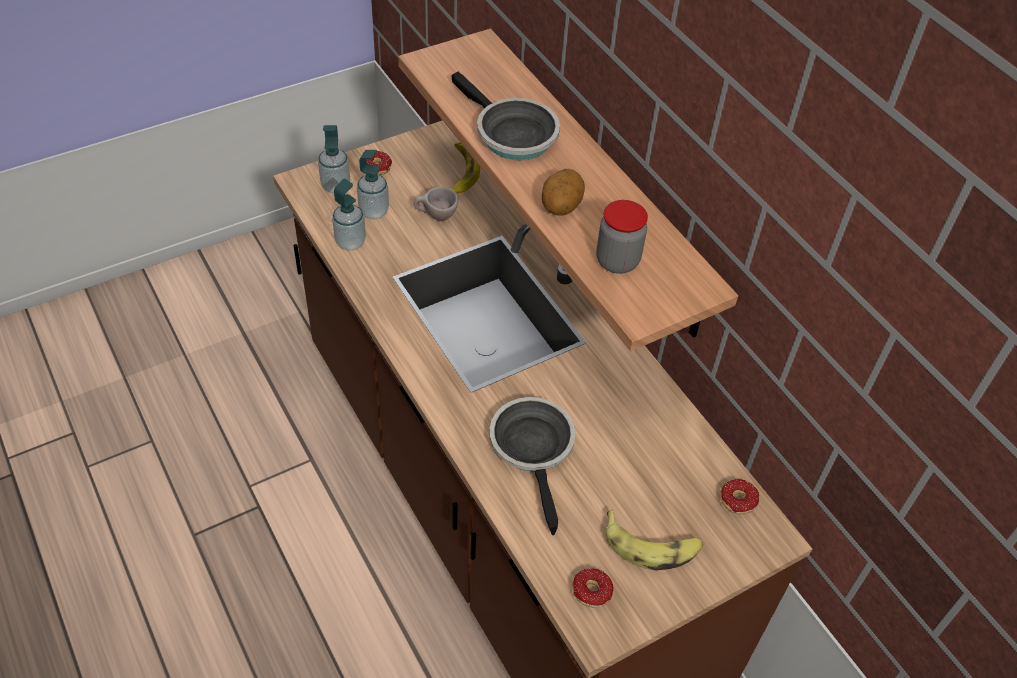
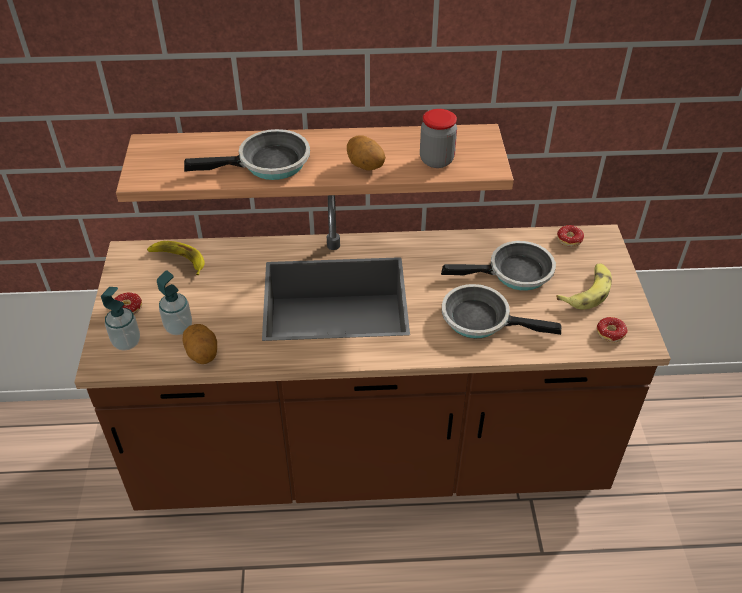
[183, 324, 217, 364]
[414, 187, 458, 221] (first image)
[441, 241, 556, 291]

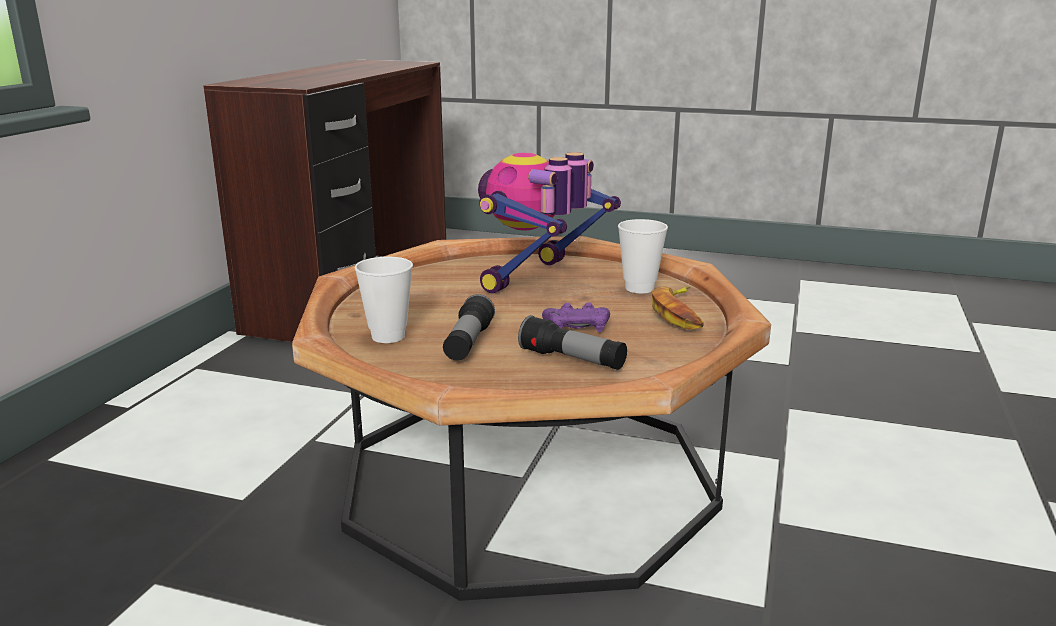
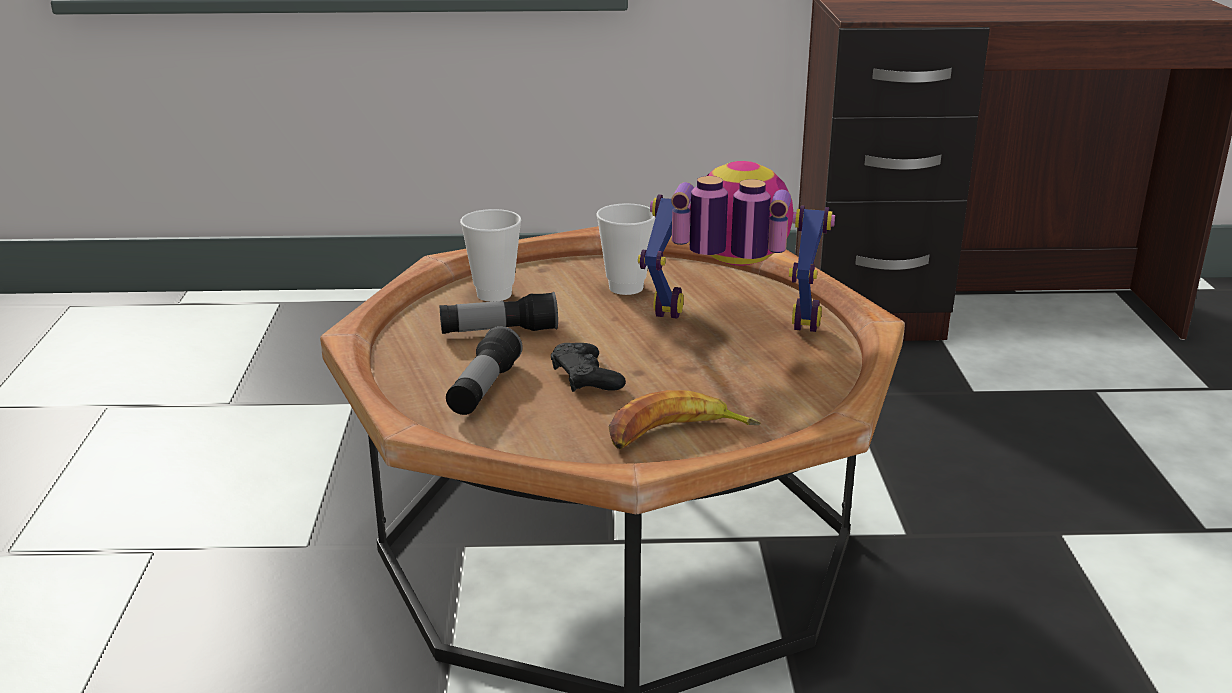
[551, 343, 626, 392]
[596, 203, 655, 295]

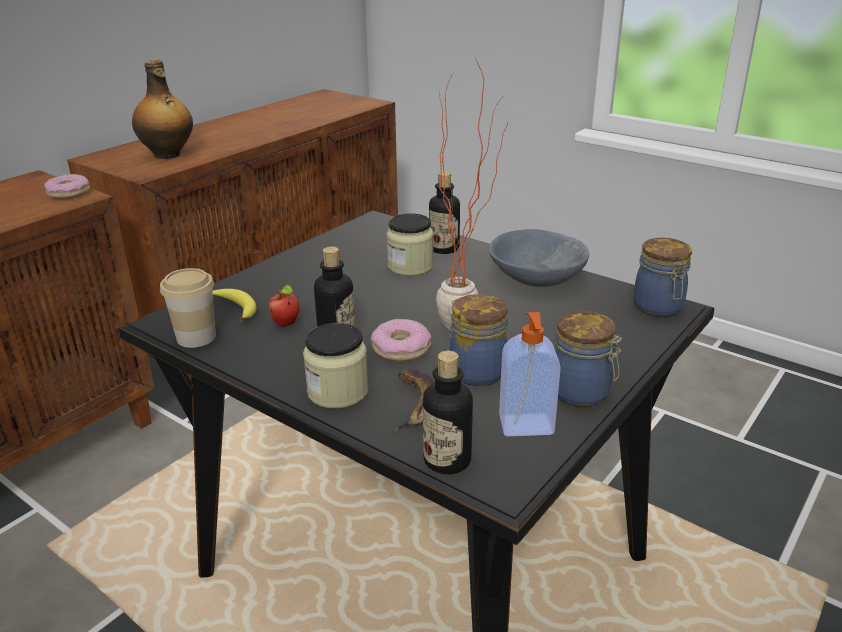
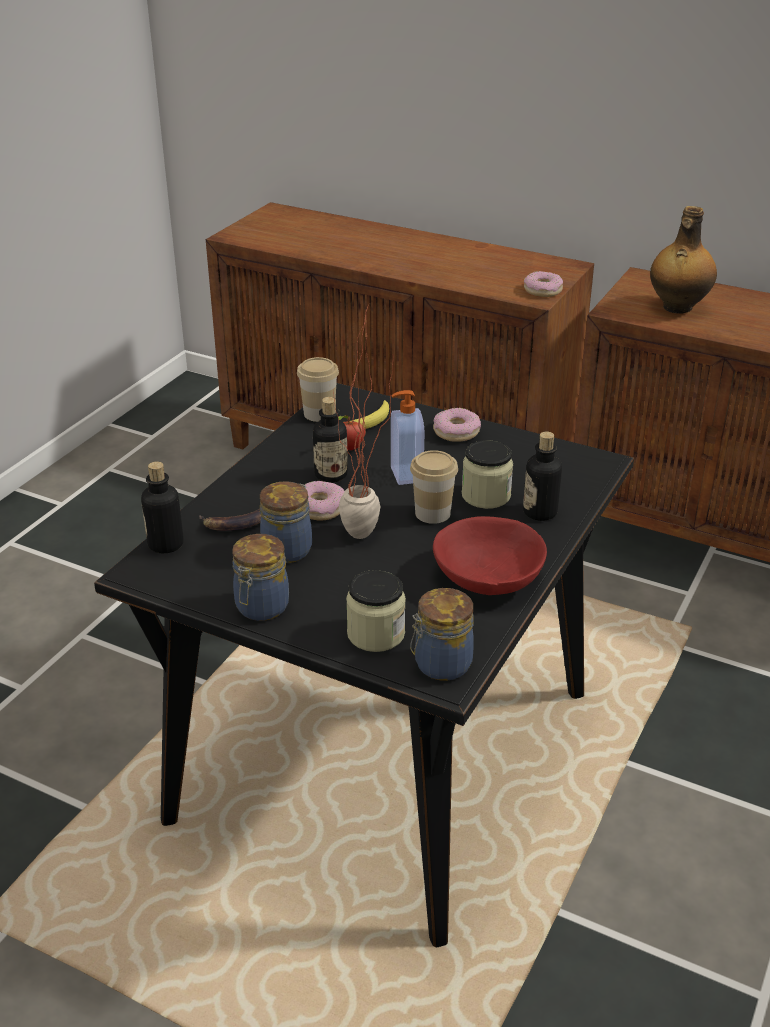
[346, 570, 406, 652]
[433, 516, 547, 595]
[391, 390, 424, 485]
[410, 450, 458, 524]
[433, 408, 481, 442]

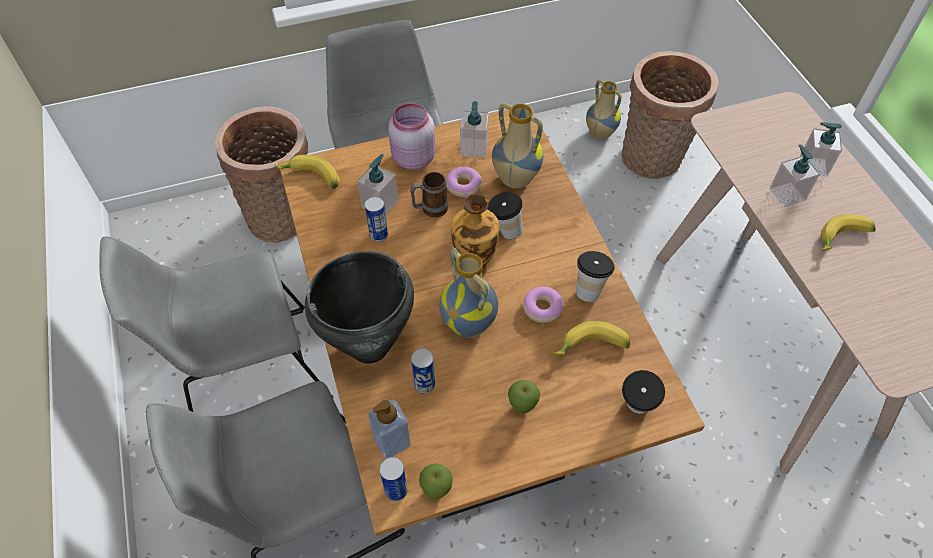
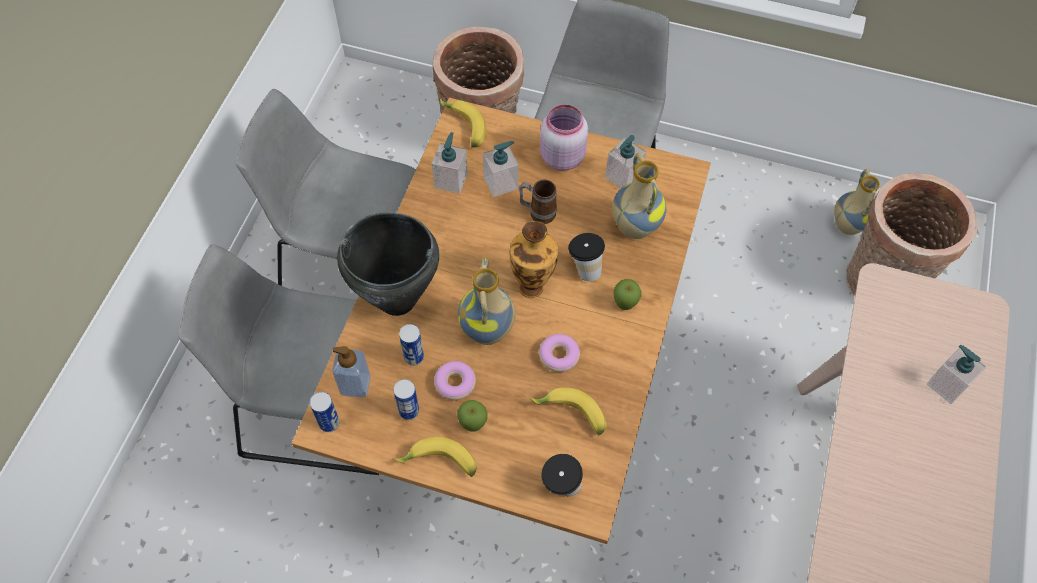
[393, 379, 419, 420]
[614, 279, 641, 310]
[434, 361, 476, 400]
[576, 251, 615, 302] (first image)
[432, 132, 468, 194]
[393, 437, 477, 477]

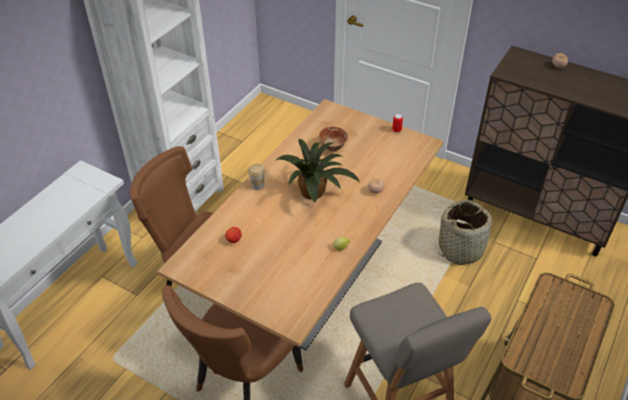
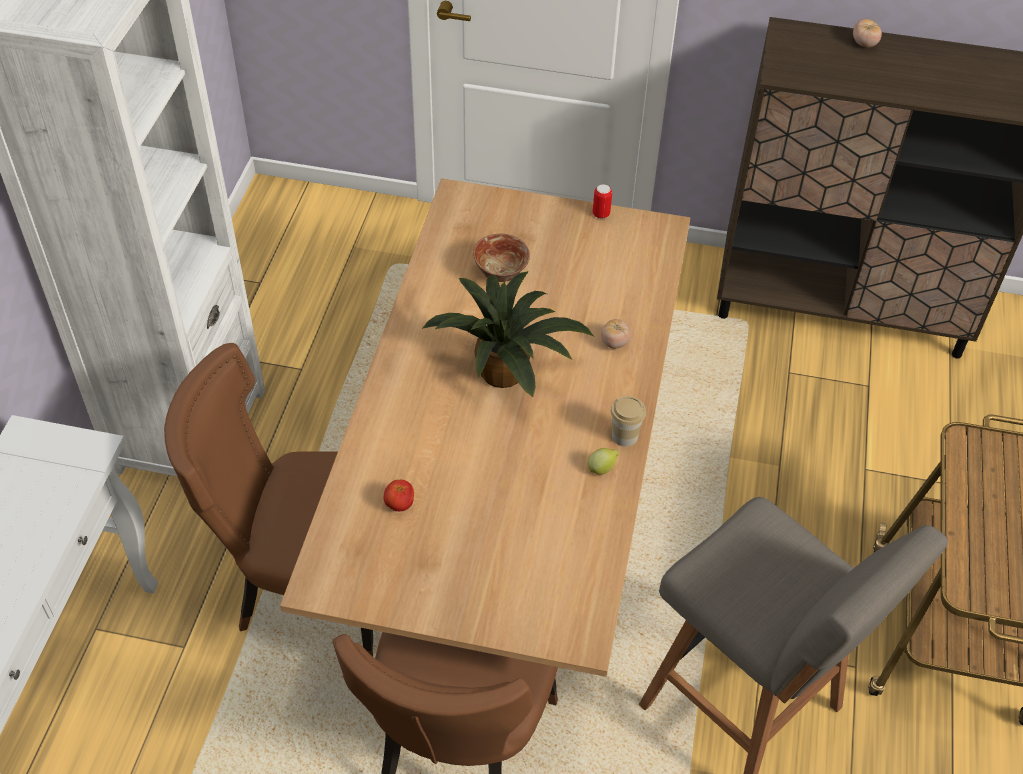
[611, 396, 646, 447]
[438, 200, 494, 265] (first image)

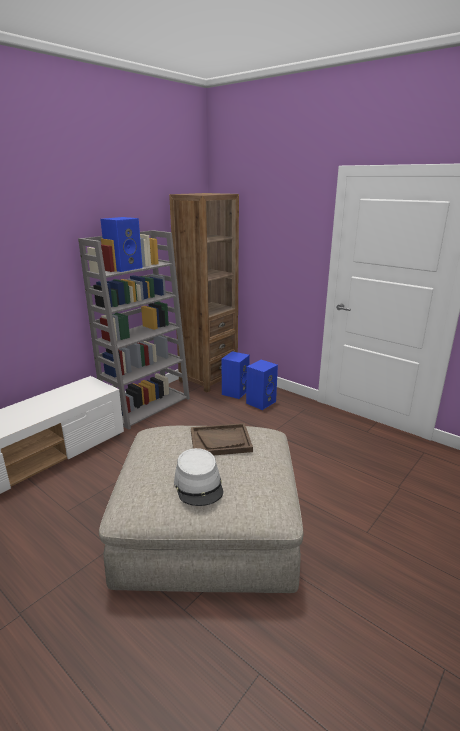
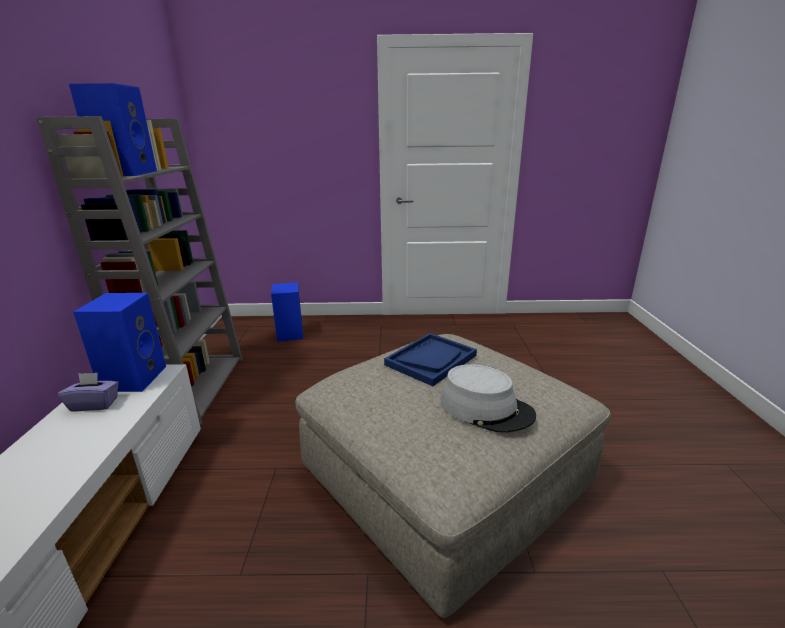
[169, 193, 239, 392] (first image)
[384, 333, 477, 386]
[73, 293, 166, 392]
[58, 373, 119, 412]

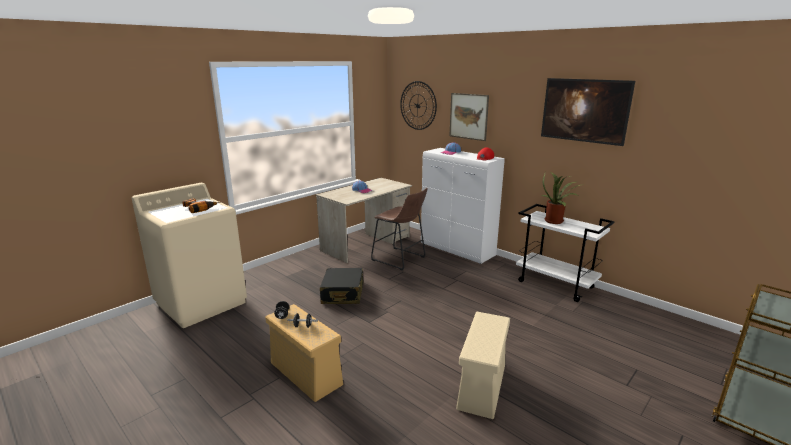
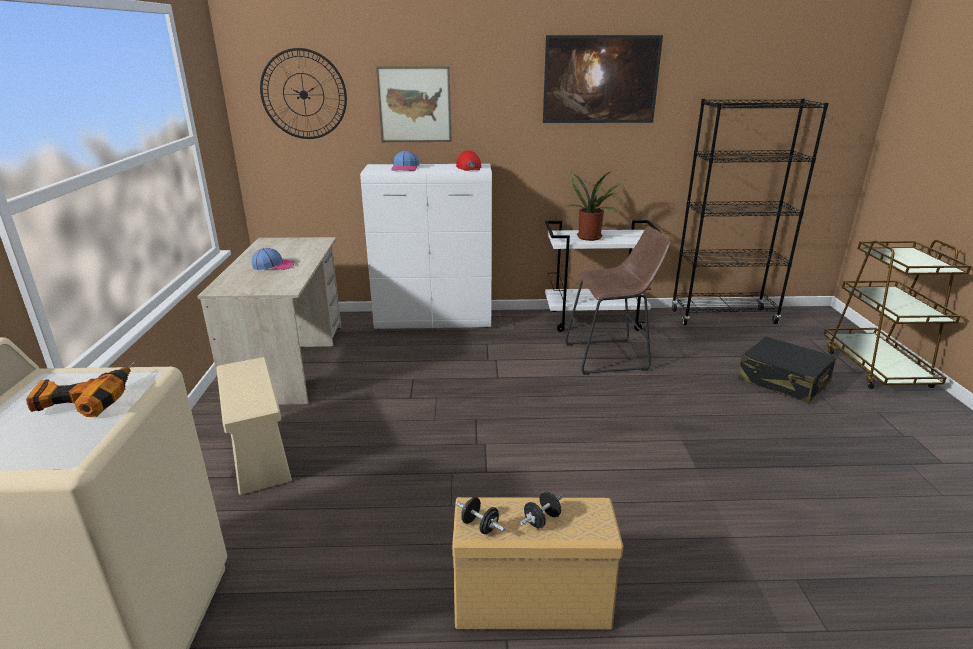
[738, 337, 837, 403]
[565, 226, 671, 375]
[216, 357, 292, 495]
[671, 98, 829, 325]

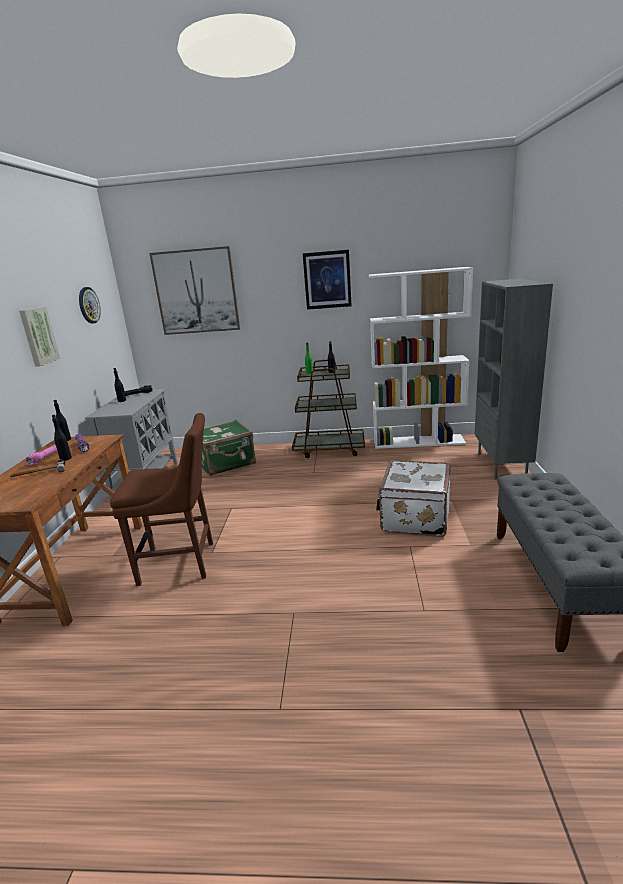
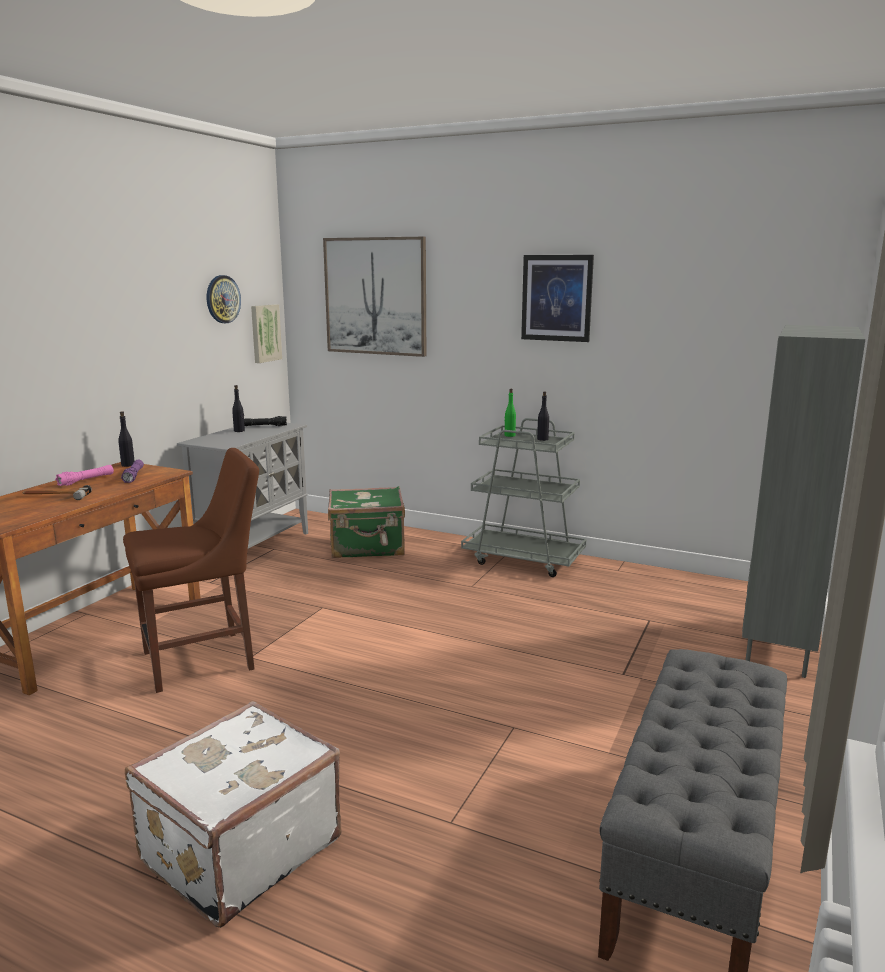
[251, 304, 282, 363]
[52, 415, 72, 461] (first image)
[123, 448, 259, 693]
[461, 418, 587, 577]
[369, 267, 473, 449] (first image)
[125, 701, 342, 928]

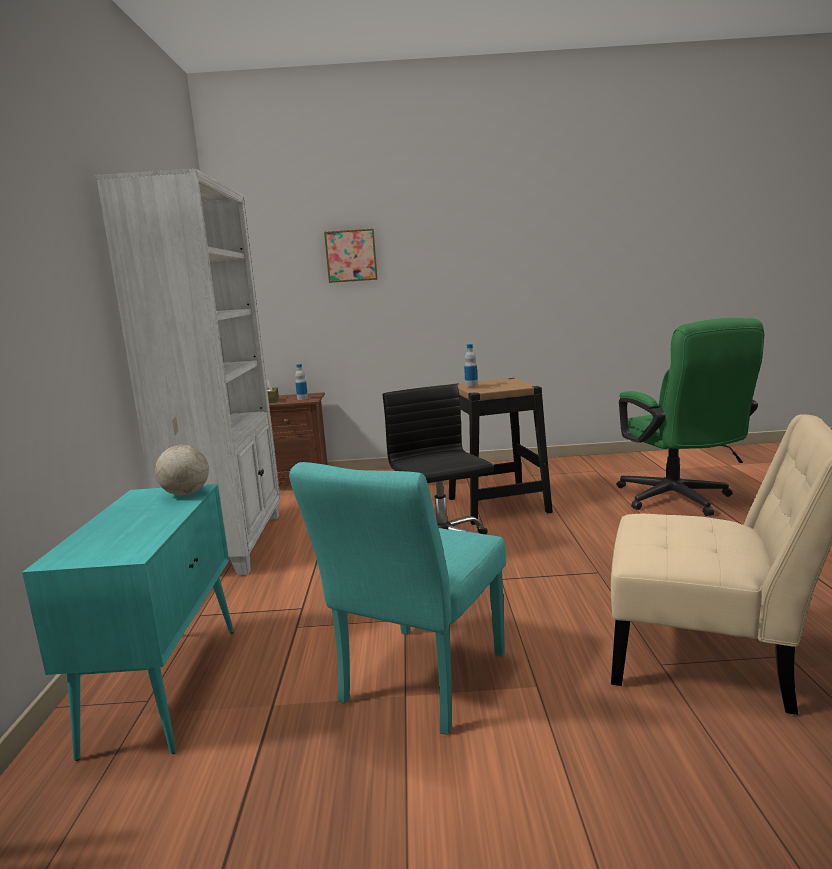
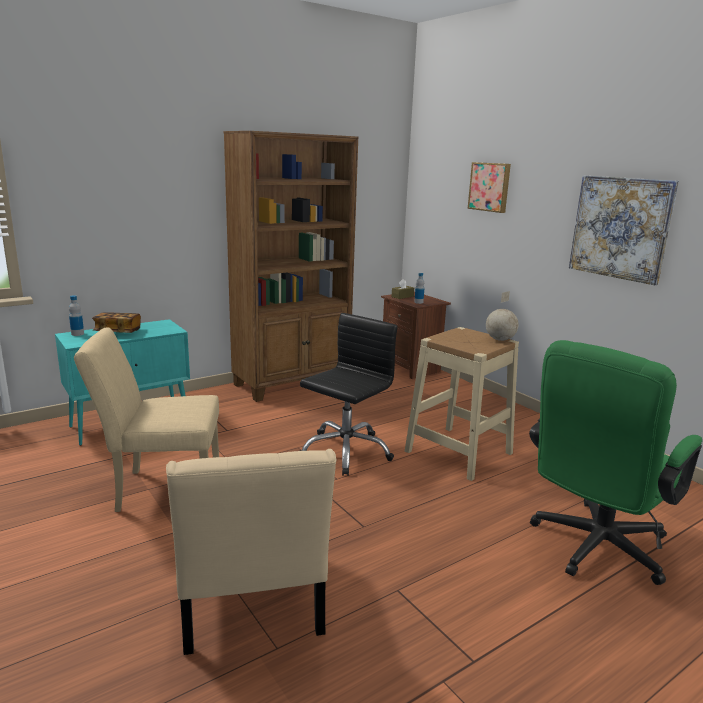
[224, 131, 358, 402]
[486, 291, 519, 341]
[74, 327, 219, 512]
[405, 327, 519, 481]
[69, 295, 84, 336]
[92, 312, 141, 333]
[569, 175, 679, 285]

